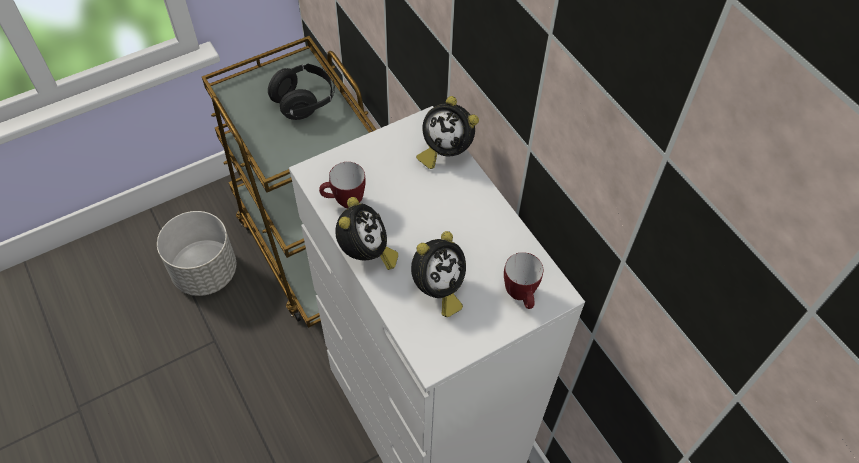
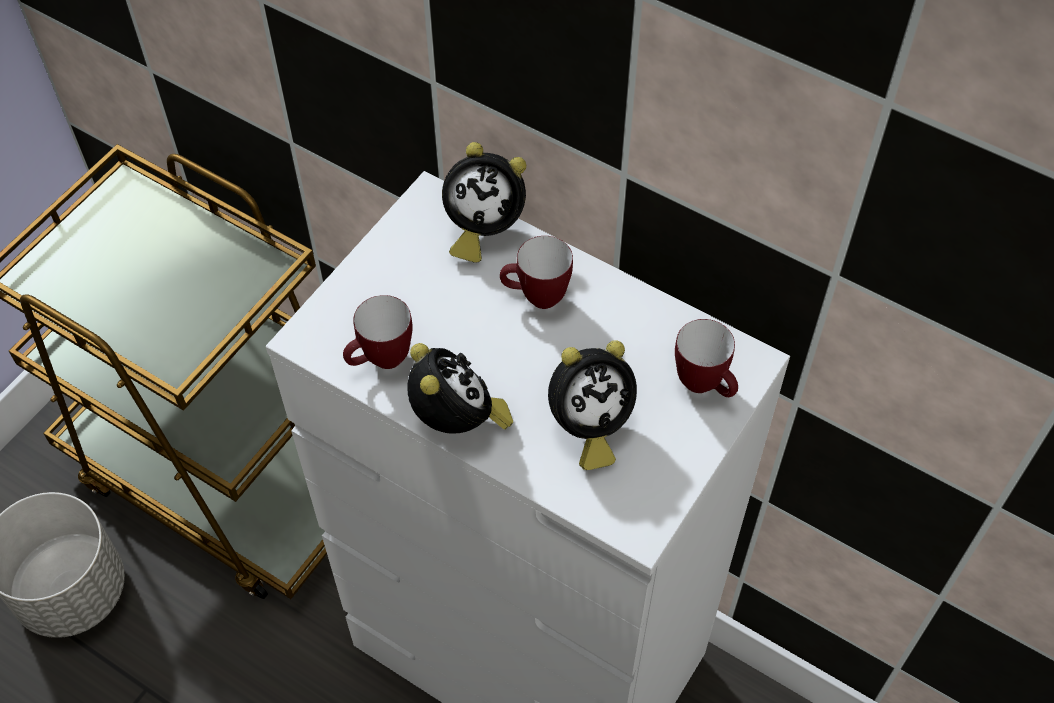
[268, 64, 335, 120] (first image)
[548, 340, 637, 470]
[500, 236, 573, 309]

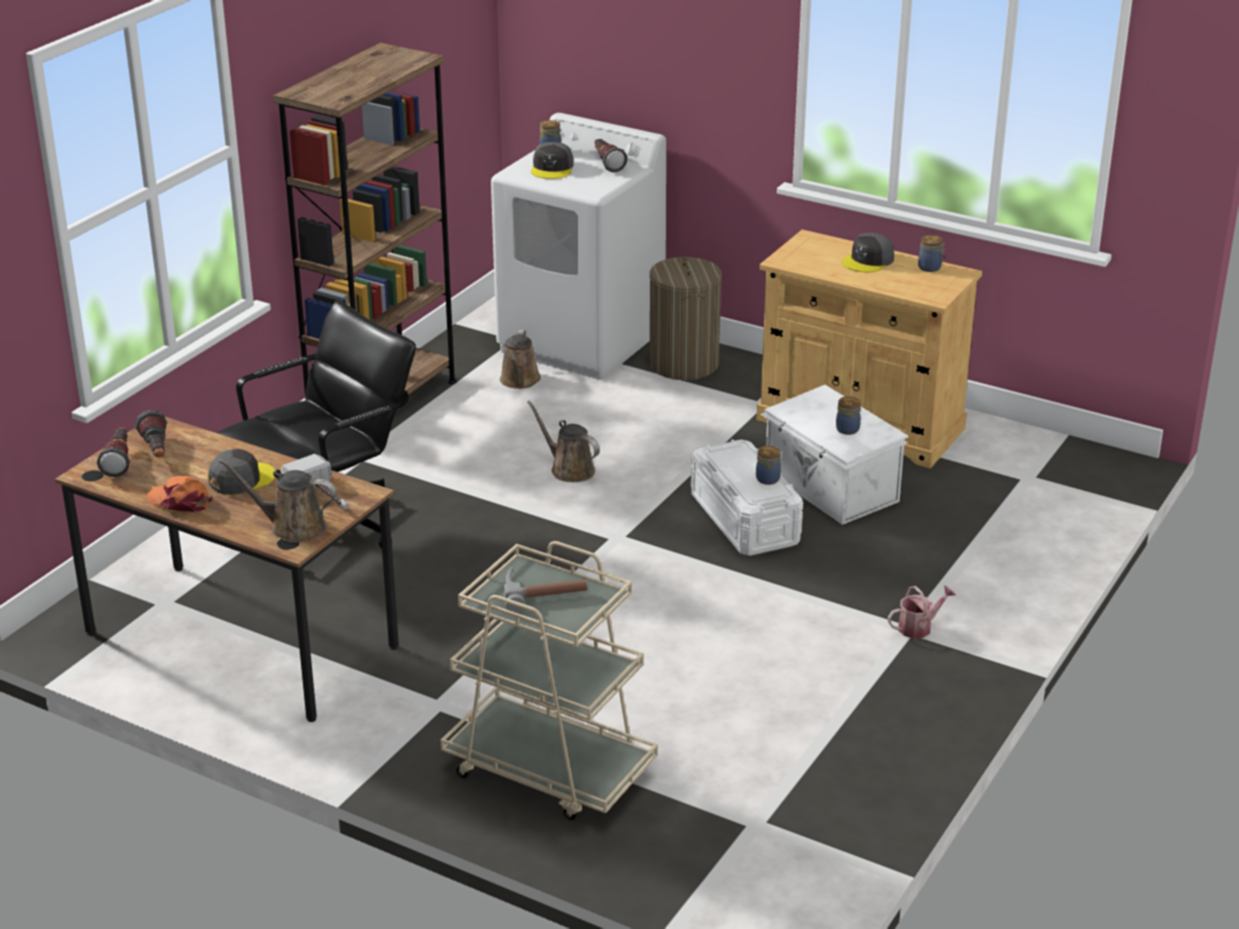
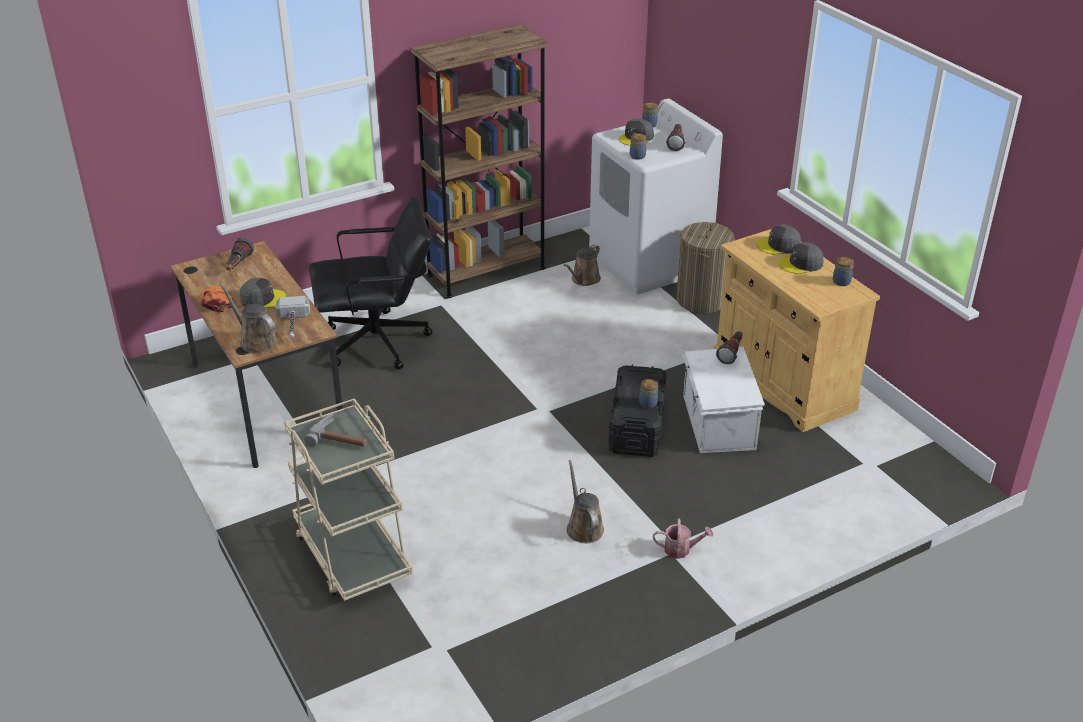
[716, 331, 743, 364]
[567, 460, 604, 543]
[608, 365, 666, 457]
[630, 133, 646, 160]
[757, 225, 801, 255]

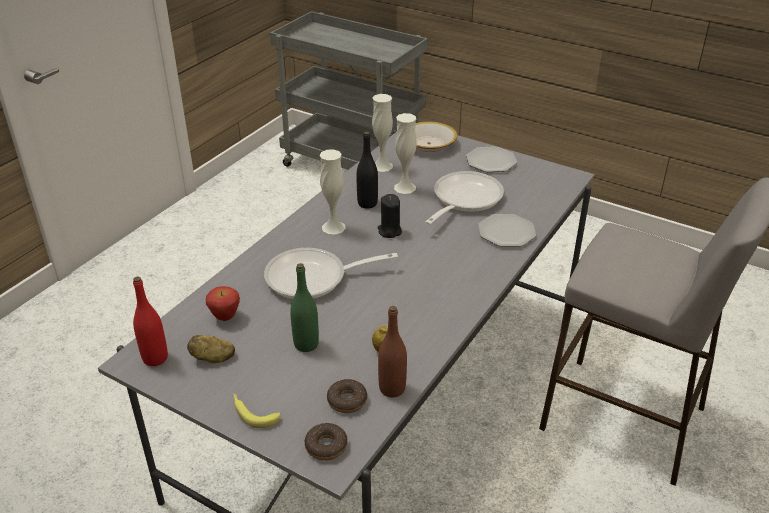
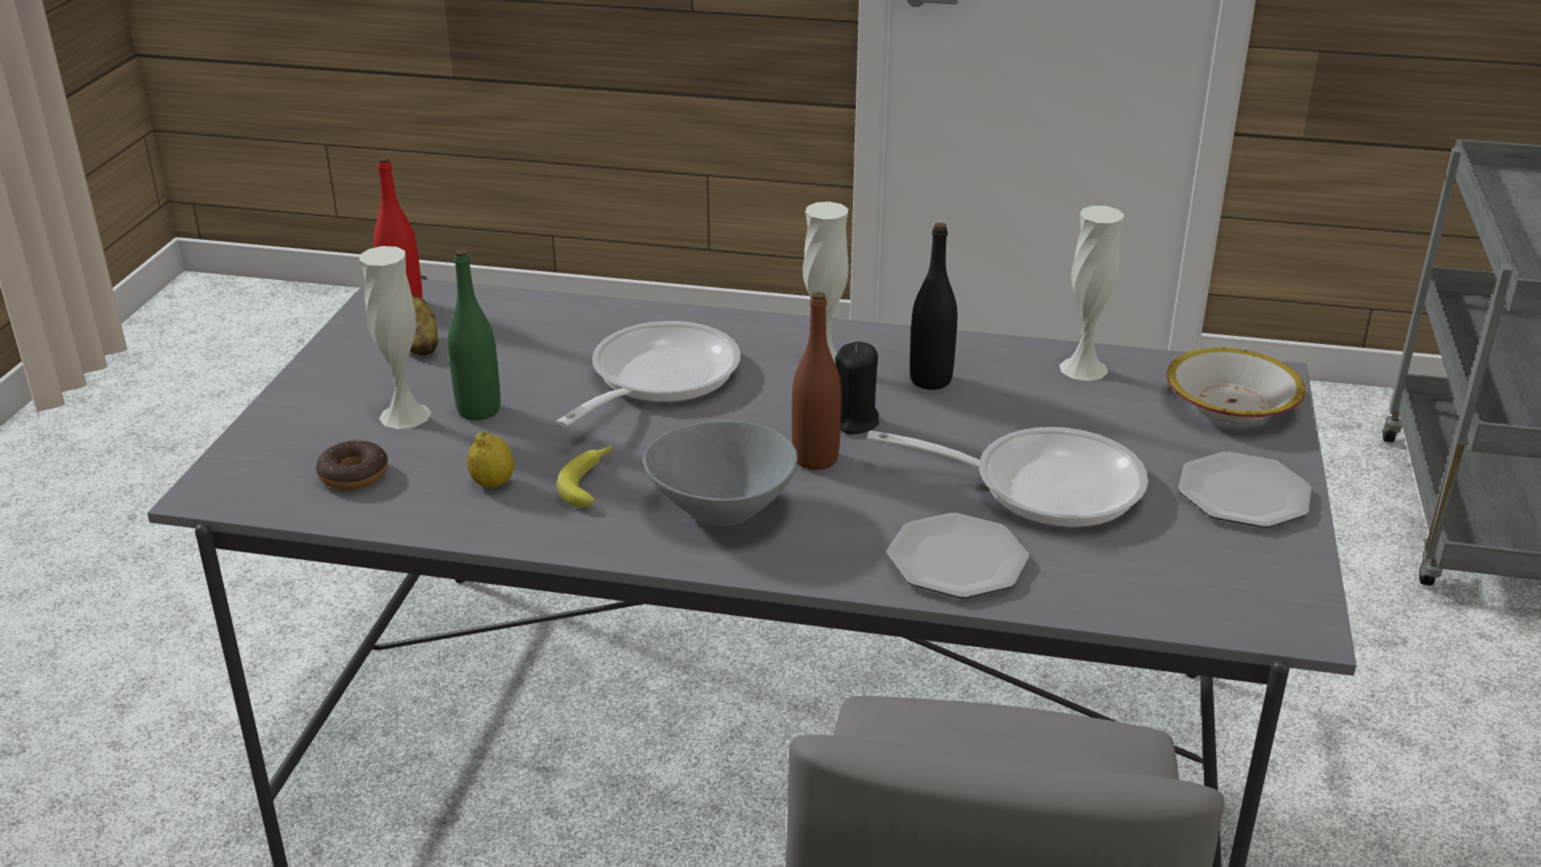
[206, 286, 240, 321] (first image)
[557, 445, 612, 507]
[557, 321, 741, 427]
[305, 423, 348, 461] (first image)
[792, 292, 841, 470]
[360, 246, 431, 429]
[643, 420, 798, 526]

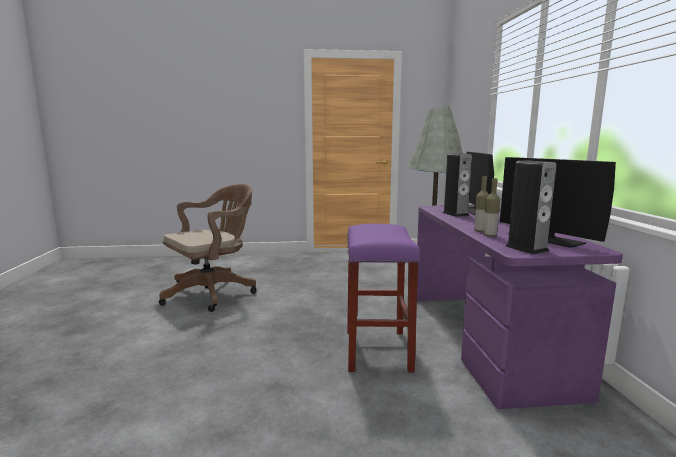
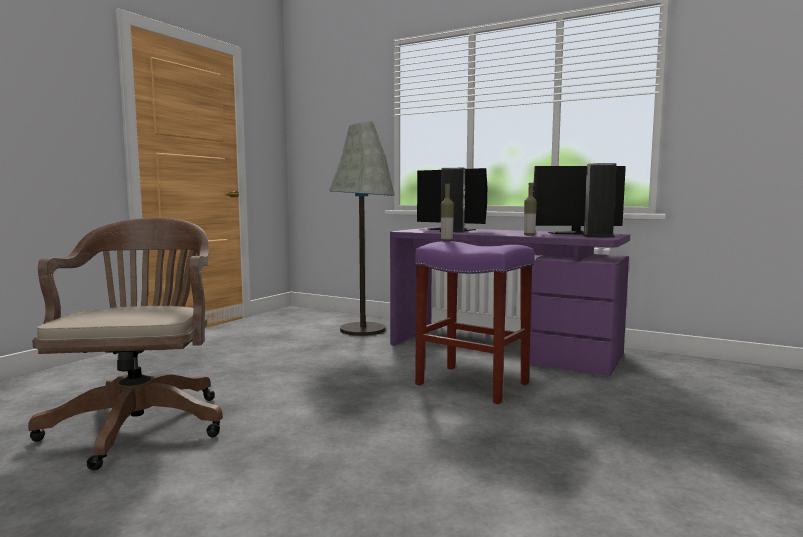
[441, 184, 454, 241]

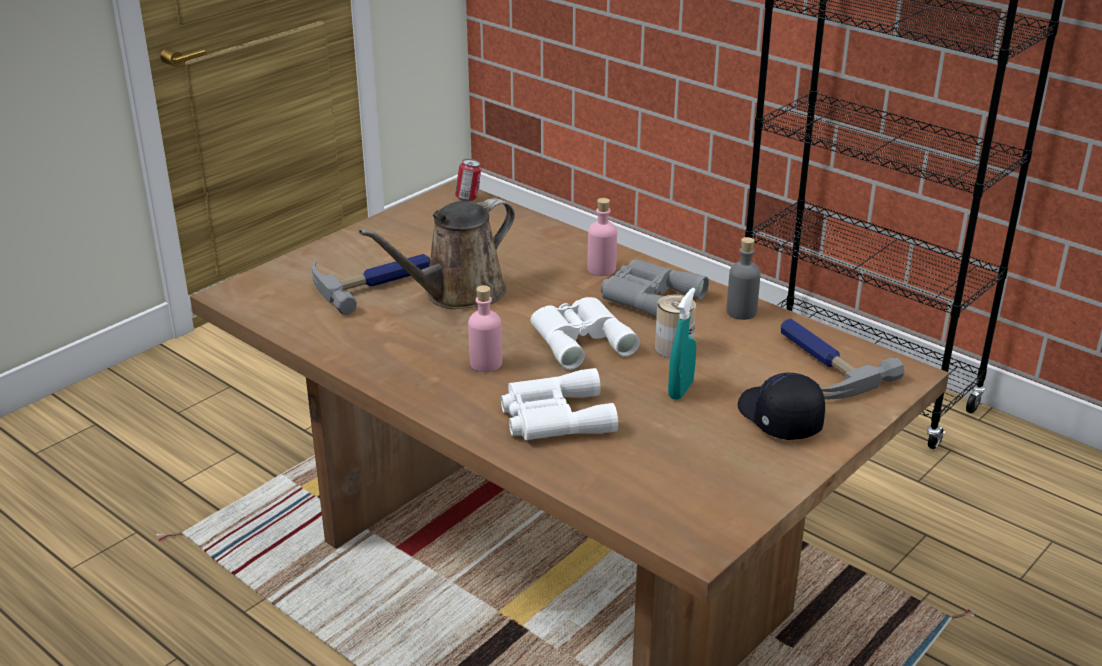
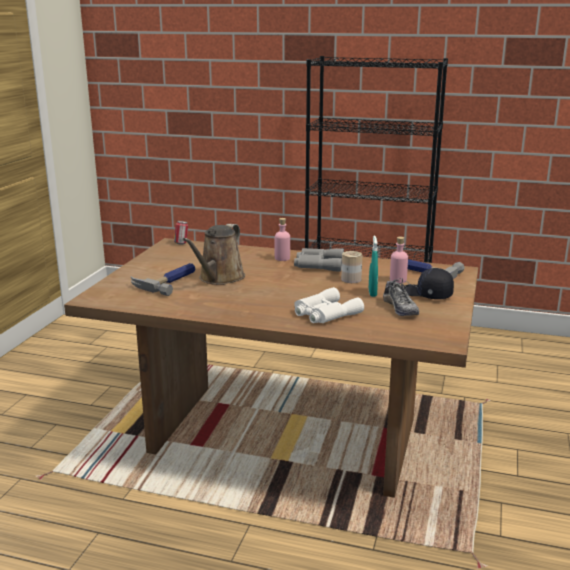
[390, 237, 408, 283]
[531, 297, 640, 370] (first image)
[727, 237, 761, 320] (first image)
[383, 278, 419, 316]

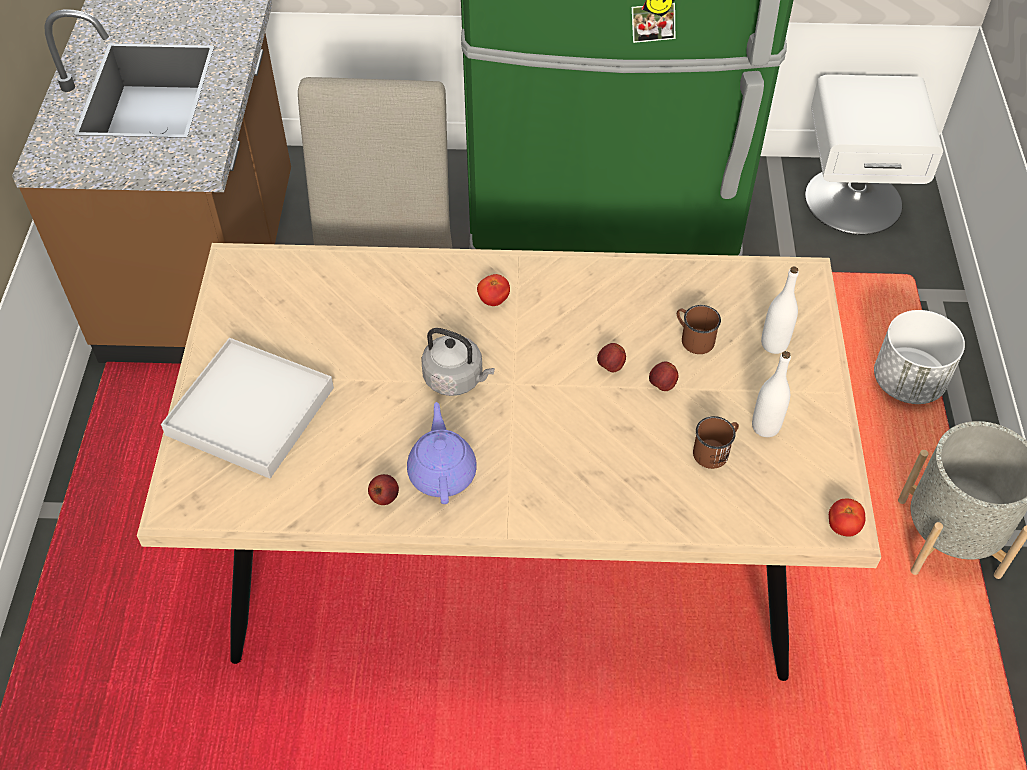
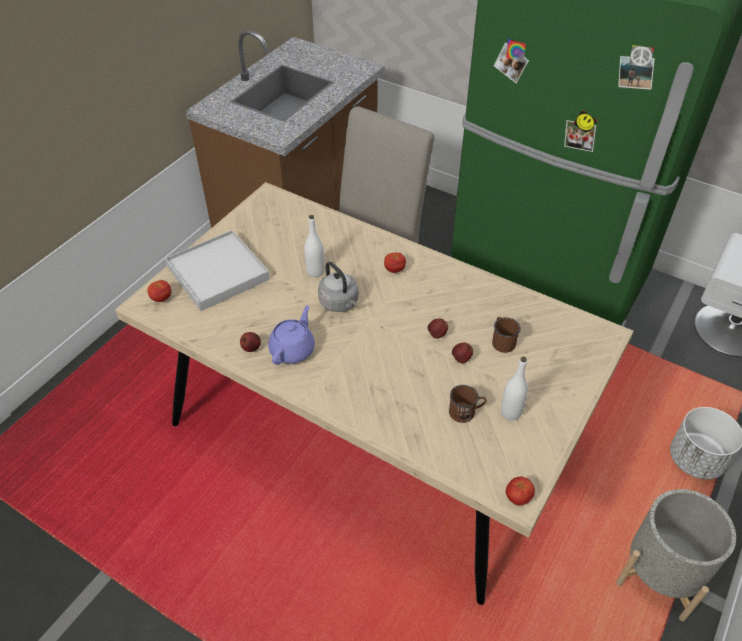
[304, 215, 325, 277]
[148, 280, 171, 302]

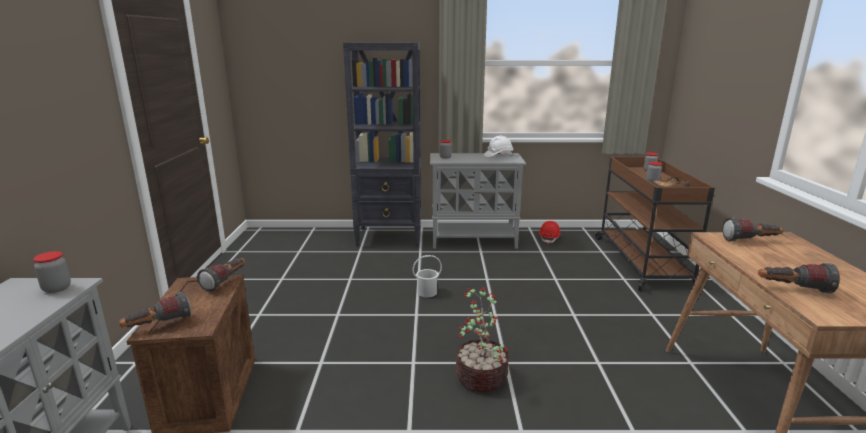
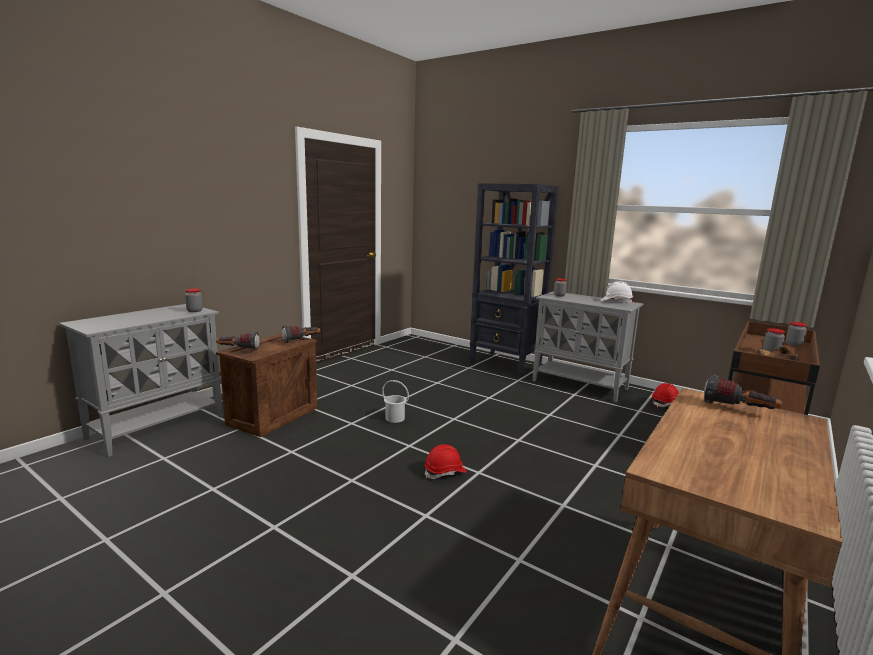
[382, 380, 409, 423]
[424, 444, 467, 479]
[758, 263, 840, 293] (first image)

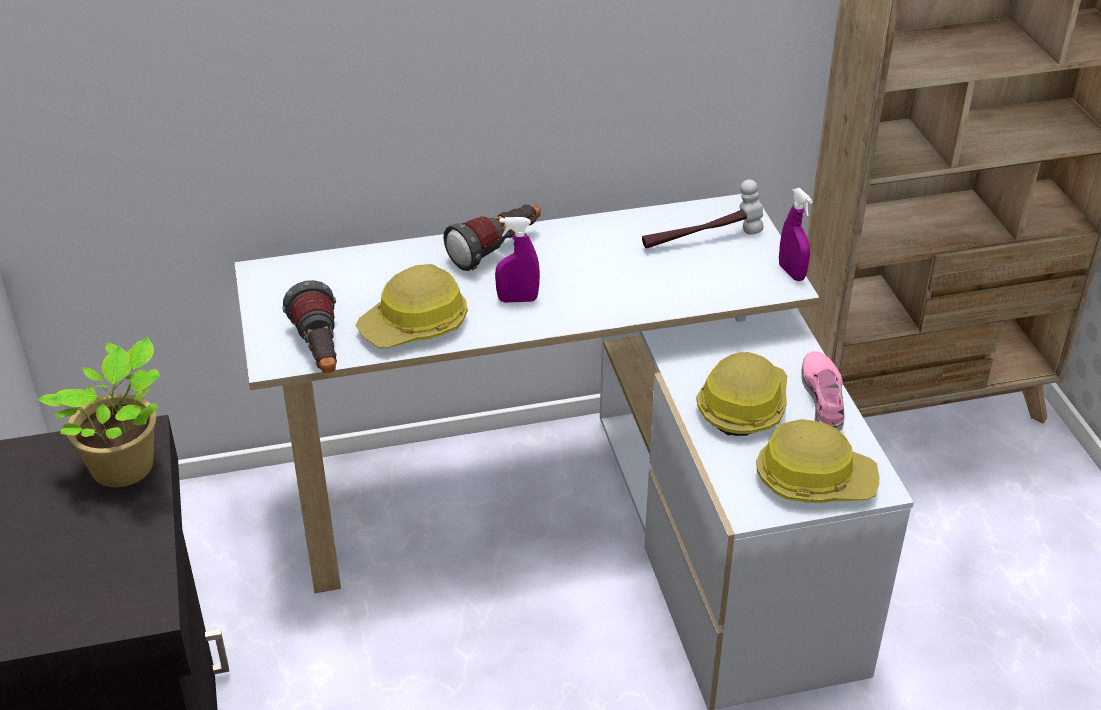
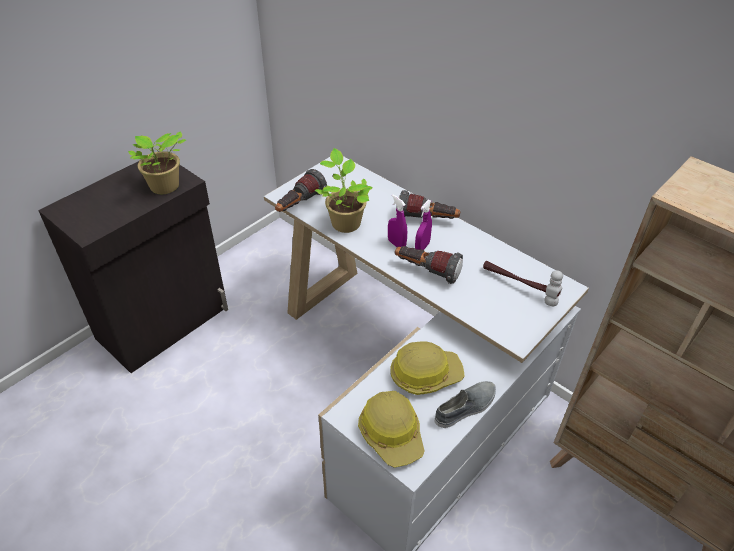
[315, 148, 373, 233]
[415, 200, 432, 250]
[435, 381, 496, 428]
[395, 246, 463, 284]

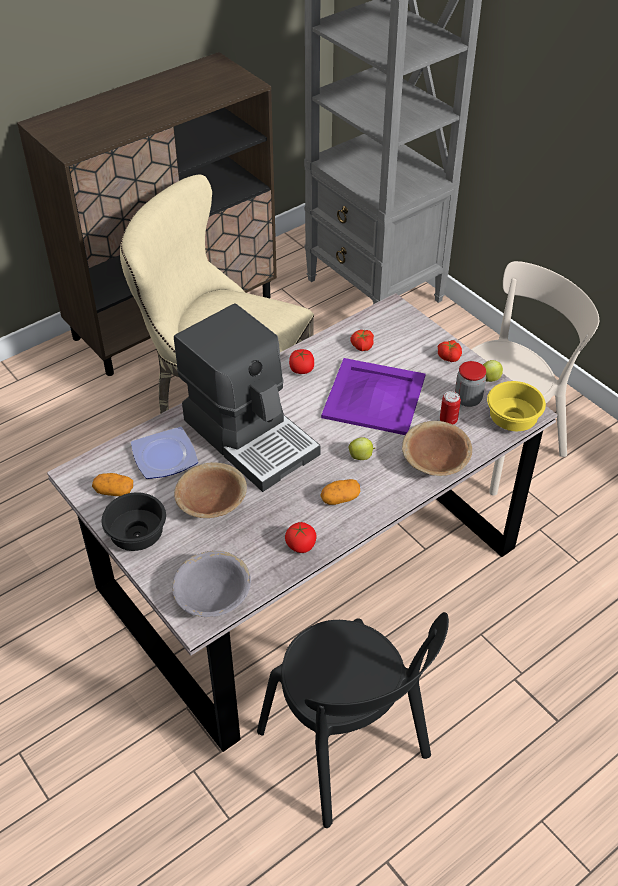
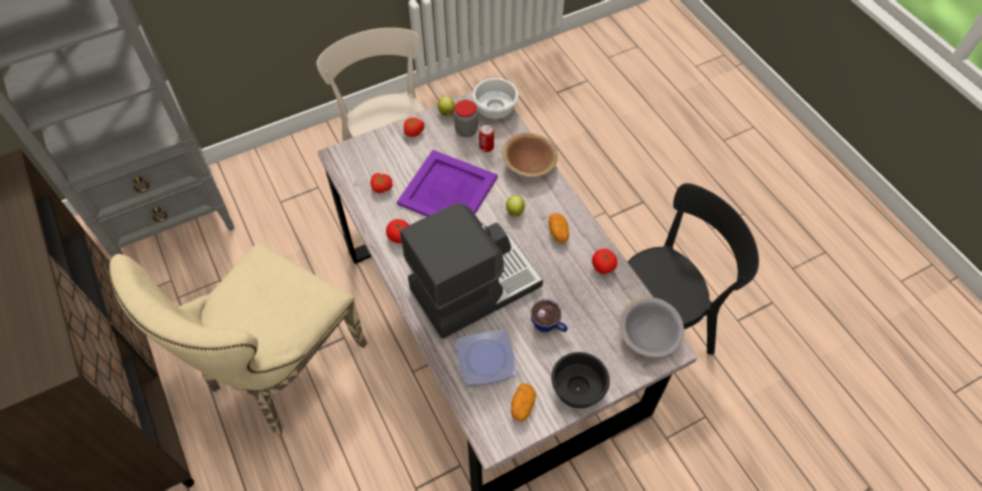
[531, 299, 568, 332]
[473, 78, 518, 119]

